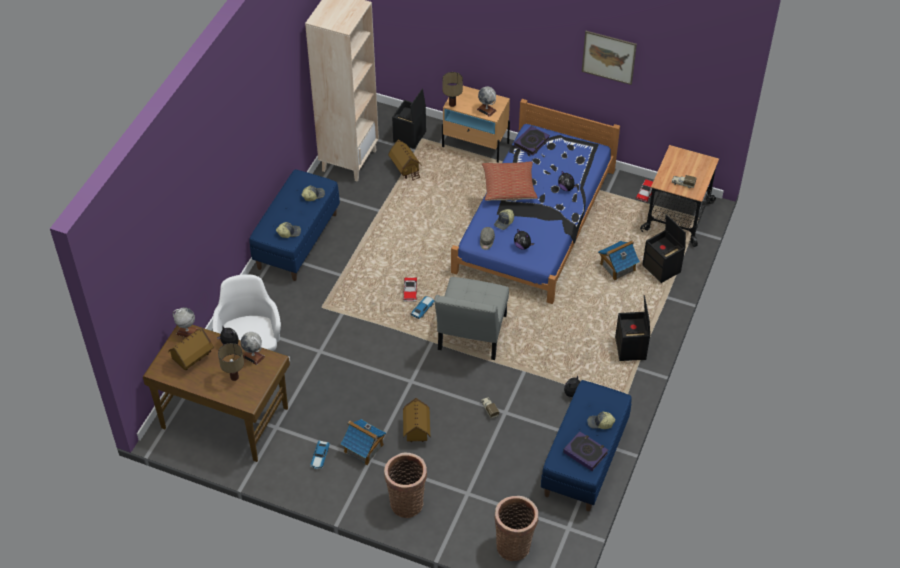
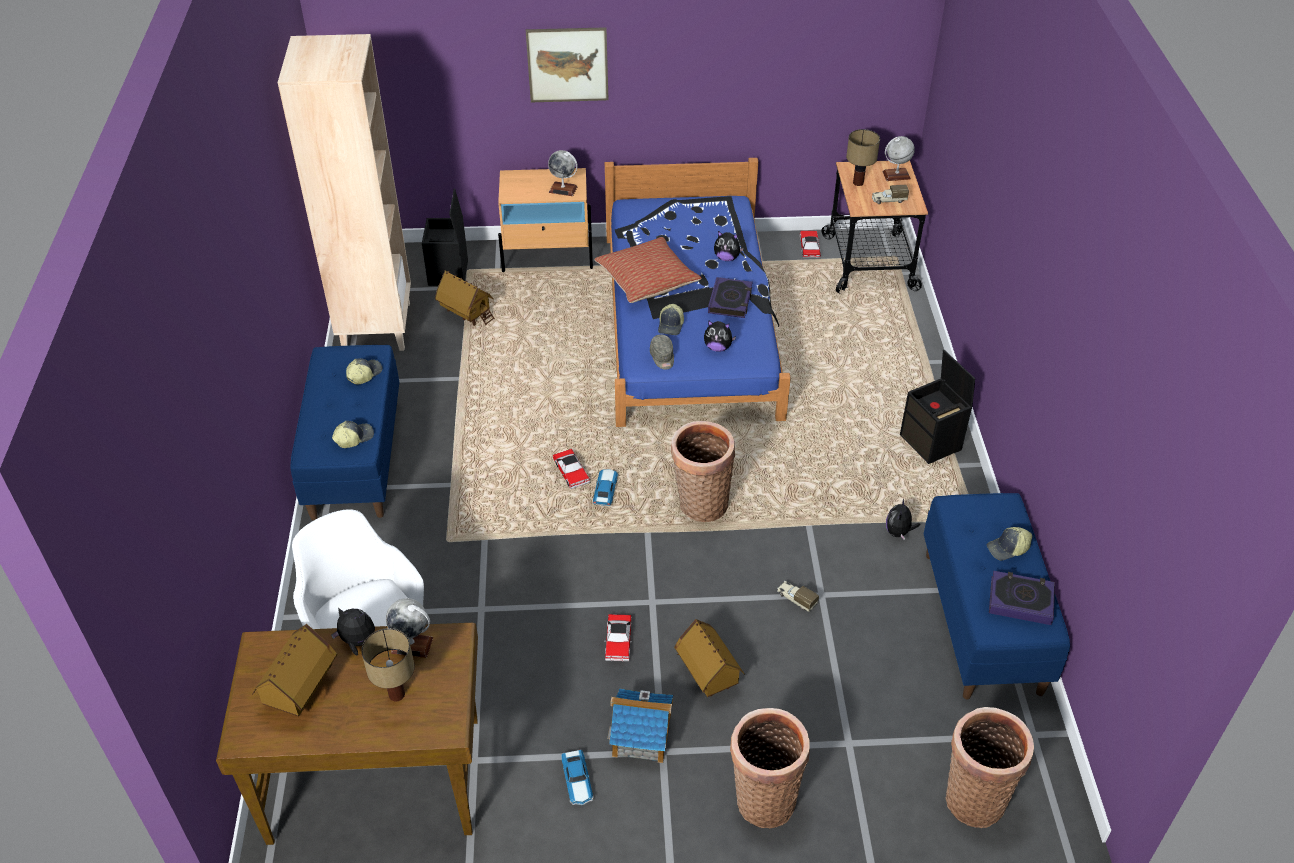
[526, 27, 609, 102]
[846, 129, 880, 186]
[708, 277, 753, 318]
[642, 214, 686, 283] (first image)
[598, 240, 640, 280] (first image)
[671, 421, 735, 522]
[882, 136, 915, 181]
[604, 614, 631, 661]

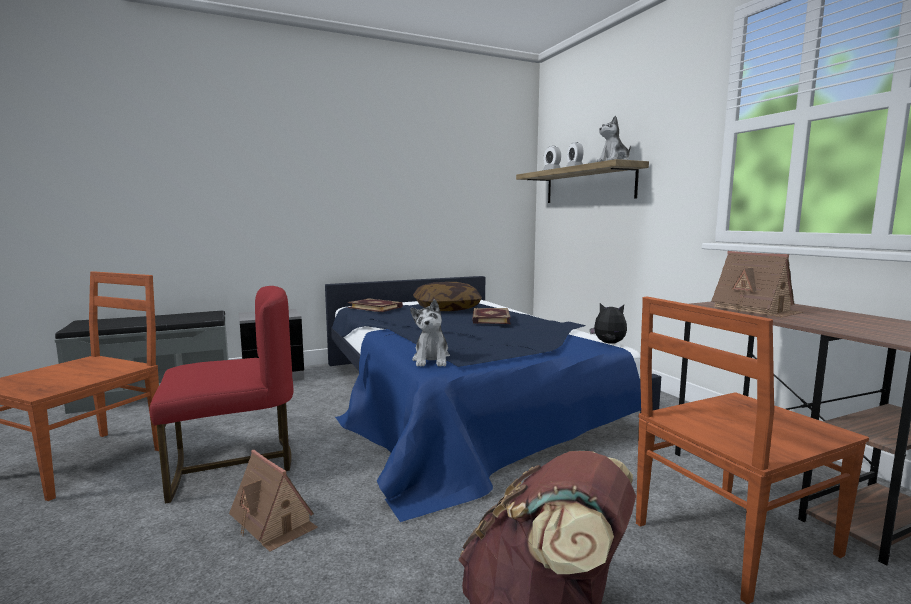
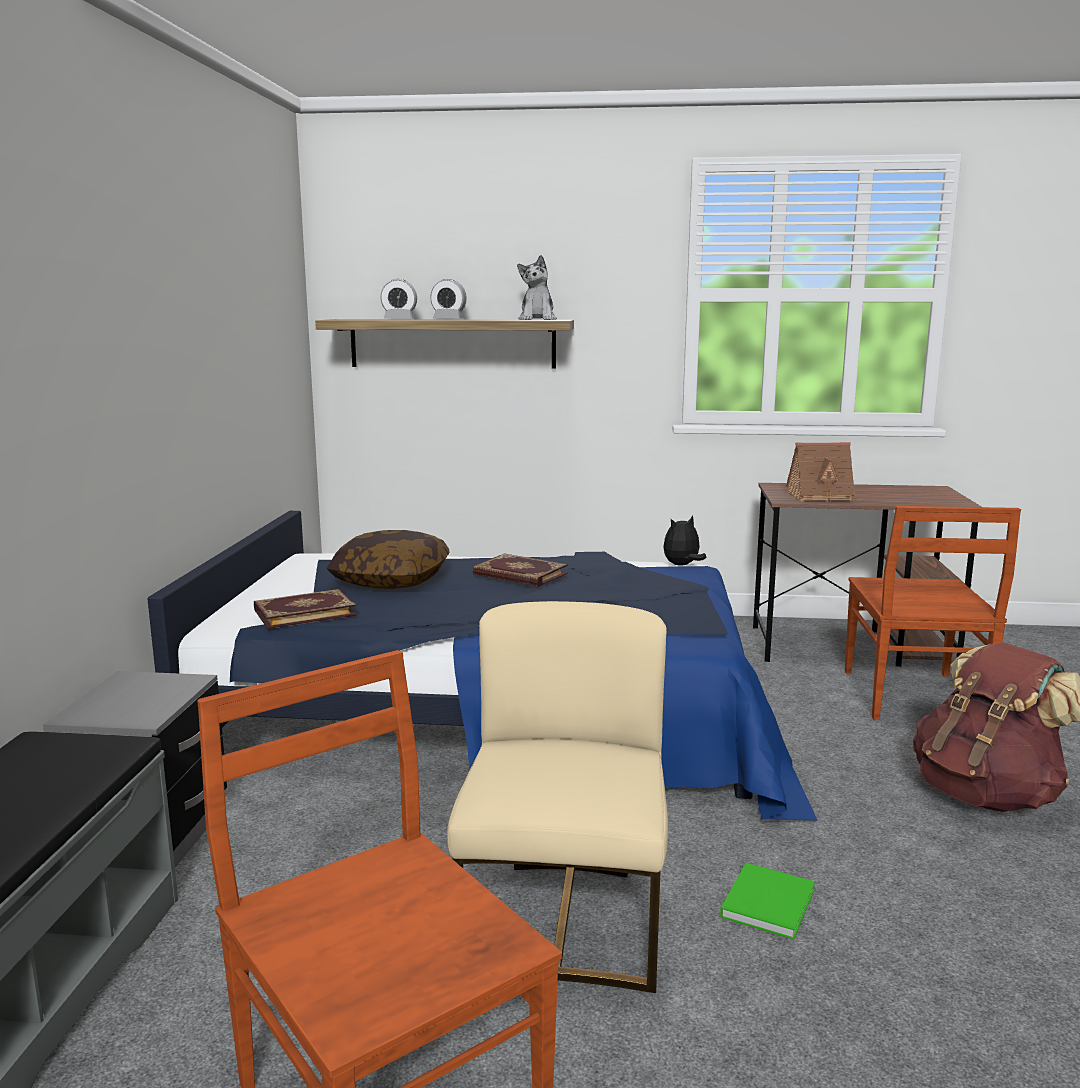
[447, 601, 668, 993]
[410, 299, 450, 367] (first image)
[720, 863, 815, 940]

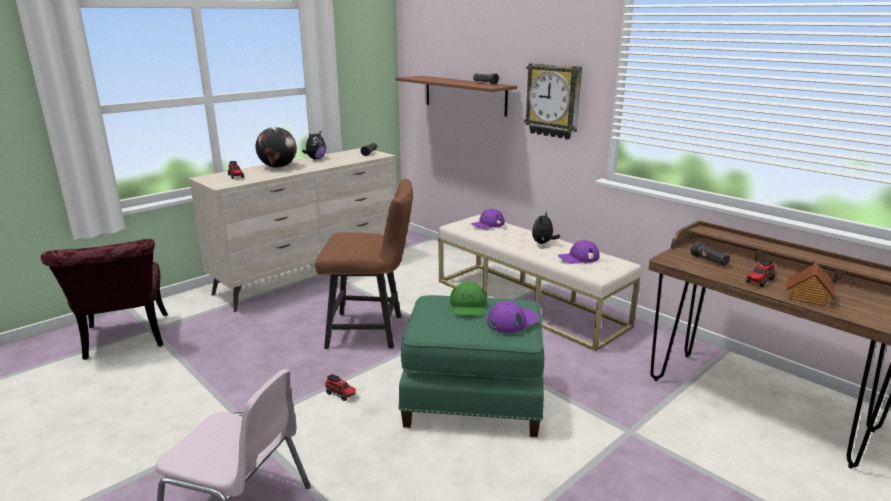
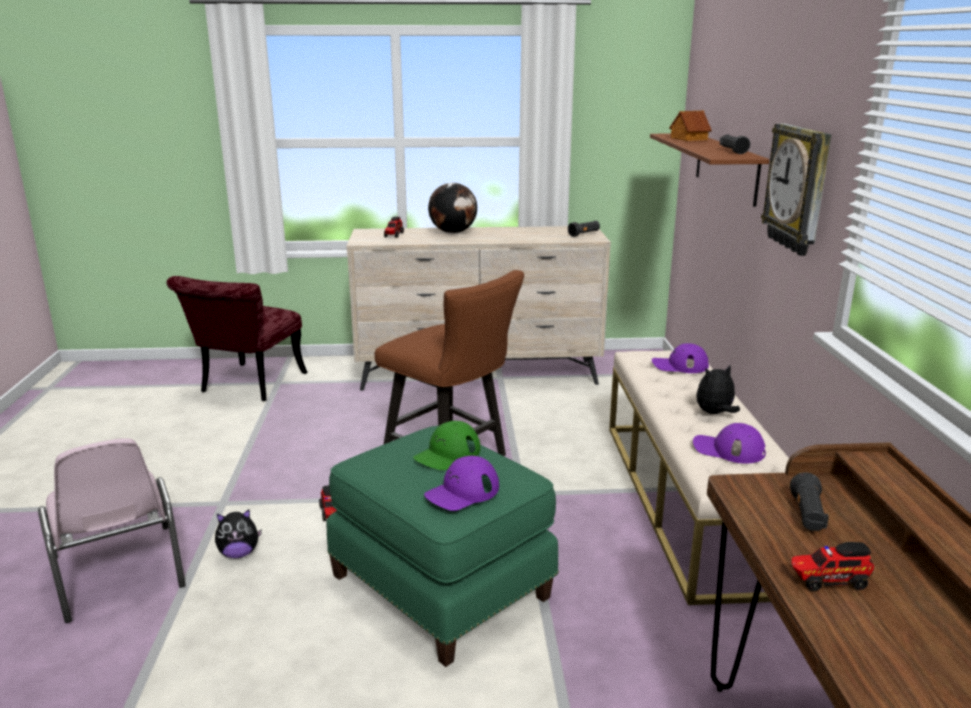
[215, 509, 262, 558]
[669, 111, 712, 141]
[424, 455, 499, 511]

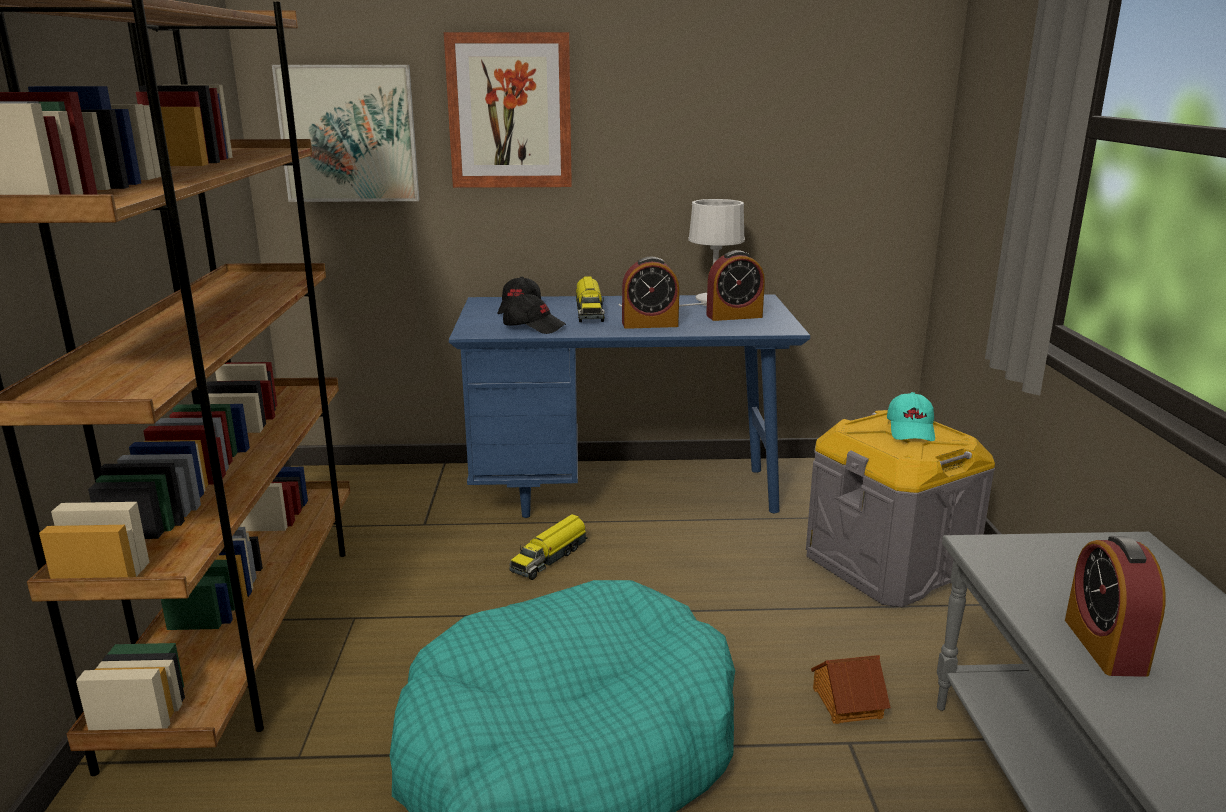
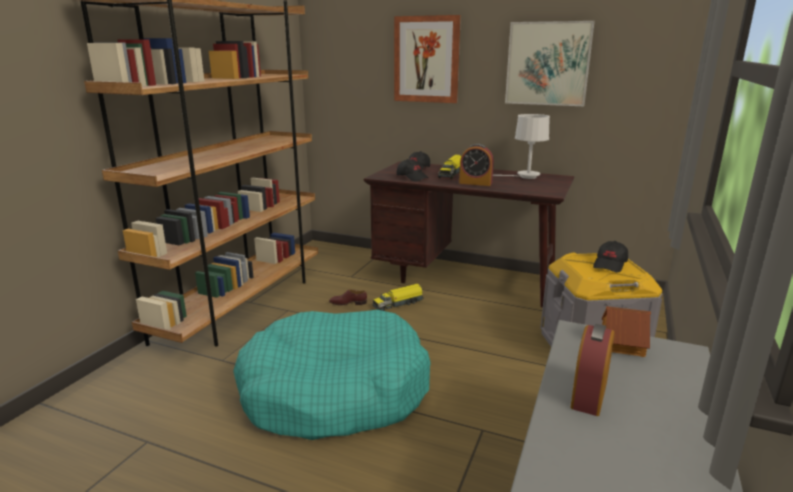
[505, 21, 595, 106]
[706, 250, 765, 321] (first image)
[364, 161, 574, 308]
[593, 241, 628, 273]
[602, 306, 651, 357]
[329, 289, 367, 306]

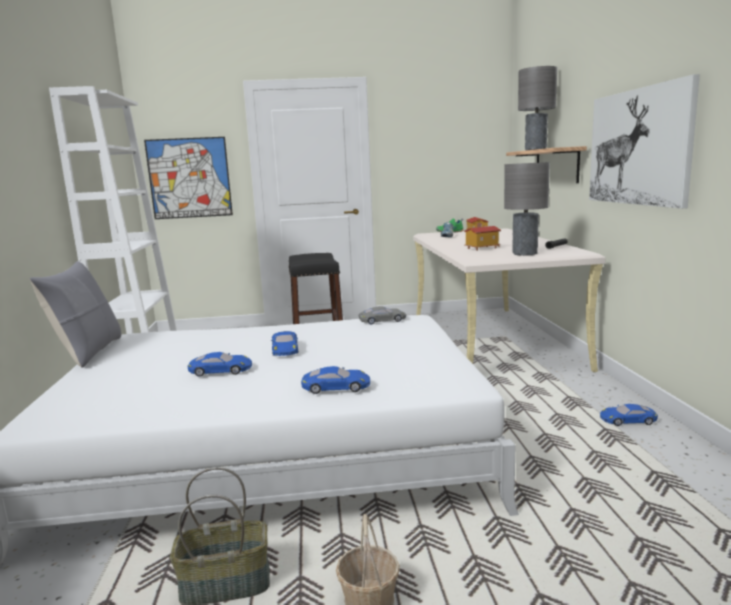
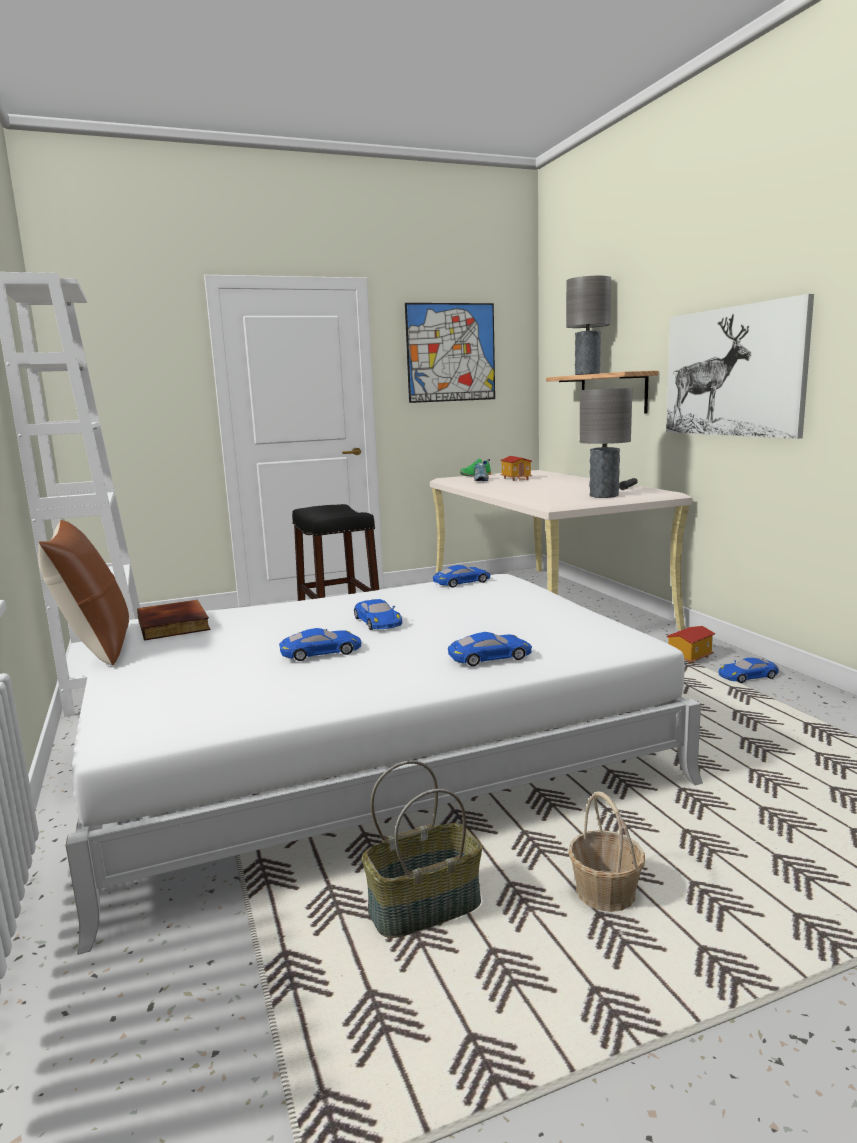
[405, 303, 495, 403]
[667, 626, 715, 664]
[38, 520, 129, 666]
[433, 565, 490, 588]
[137, 600, 210, 640]

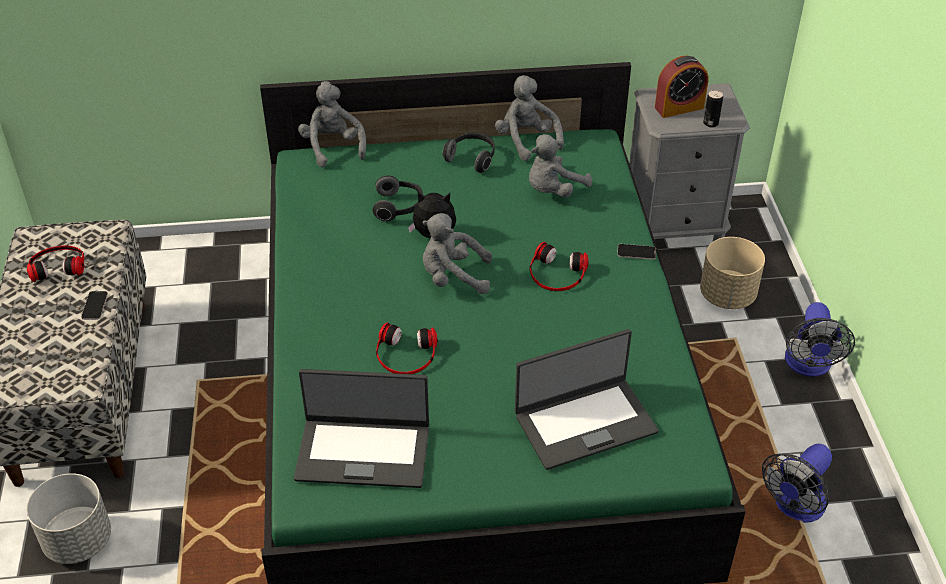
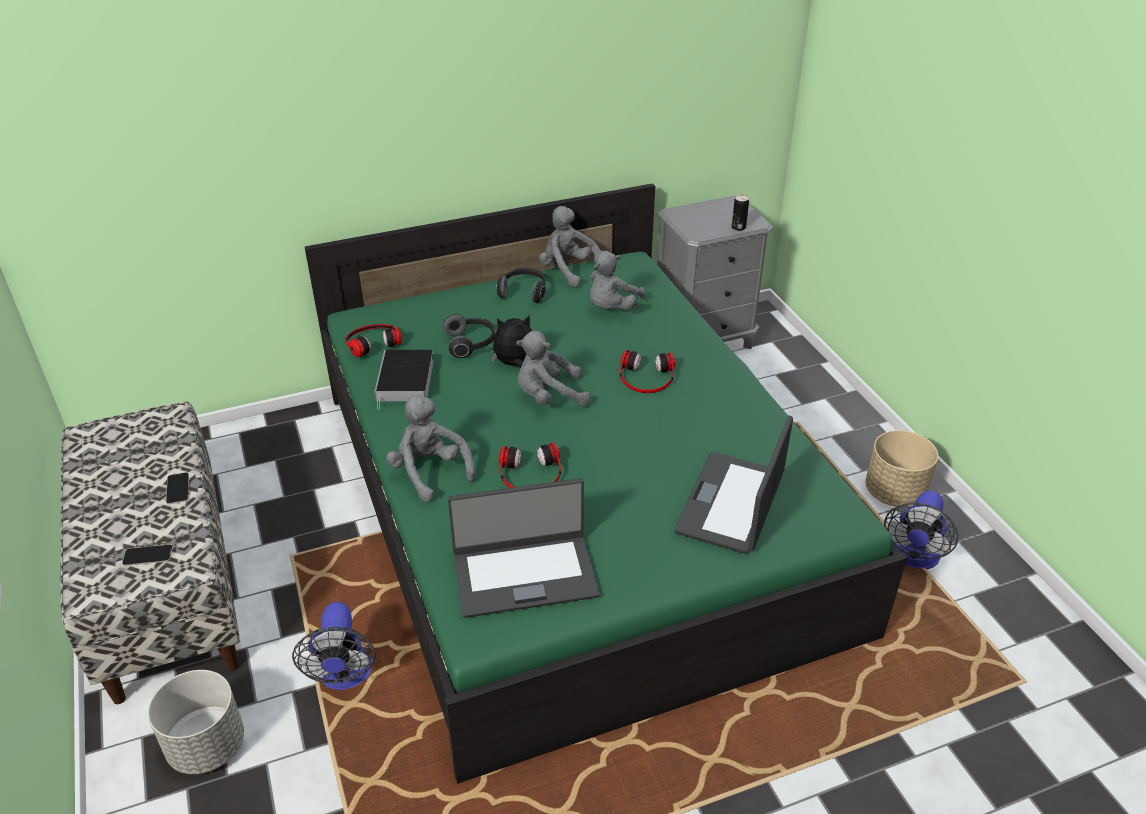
[655, 56, 709, 118] (first image)
[386, 395, 476, 502]
[866, 430, 938, 507]
[122, 544, 173, 566]
[345, 324, 402, 357]
[292, 602, 376, 690]
[674, 415, 793, 554]
[374, 350, 434, 410]

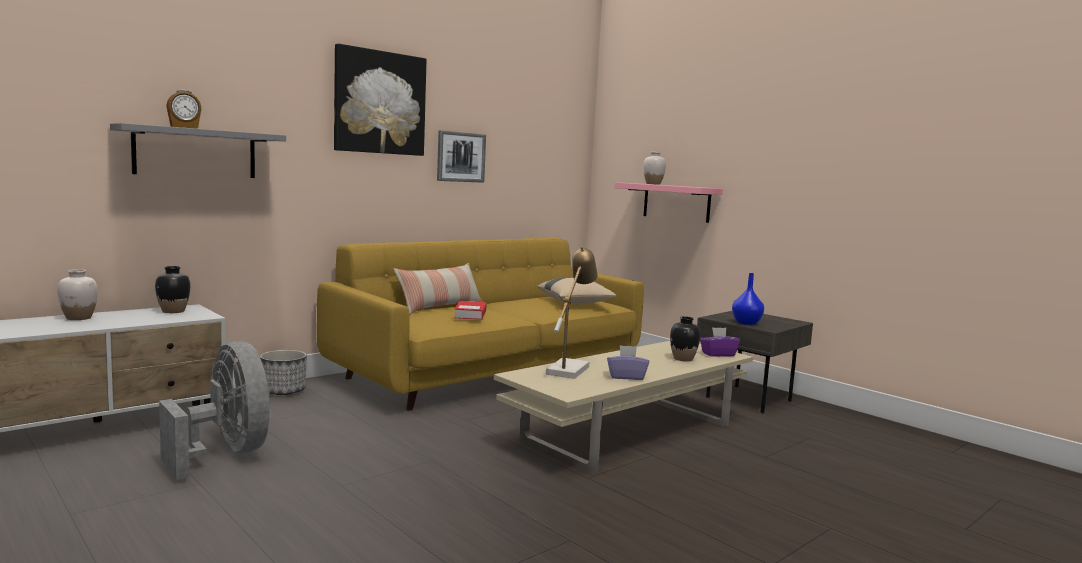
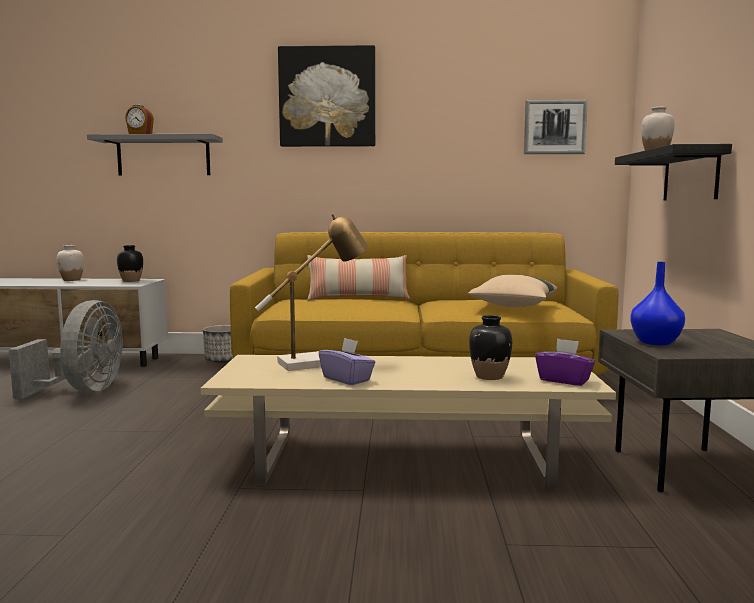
[524, 100, 588, 154]
[615, 144, 732, 201]
[454, 301, 487, 320] (first image)

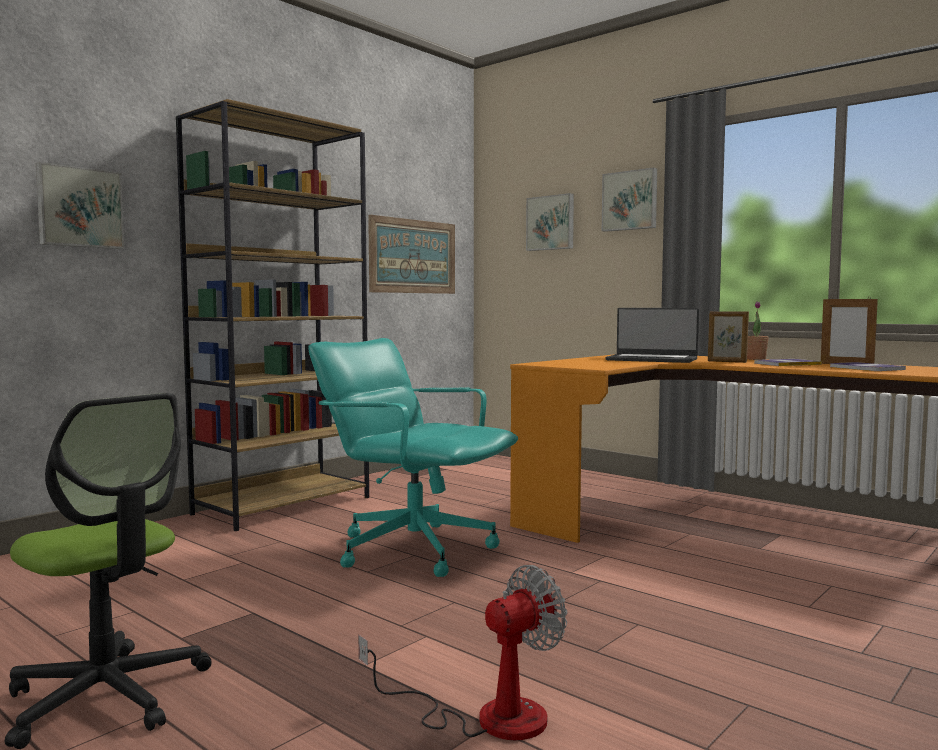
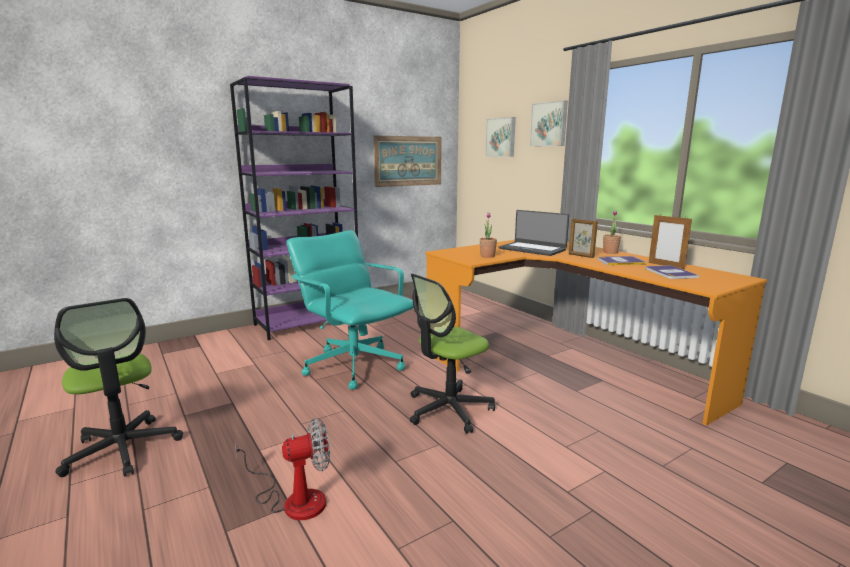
[230, 76, 358, 340]
[36, 162, 124, 249] (first image)
[480, 212, 497, 258]
[410, 274, 495, 434]

